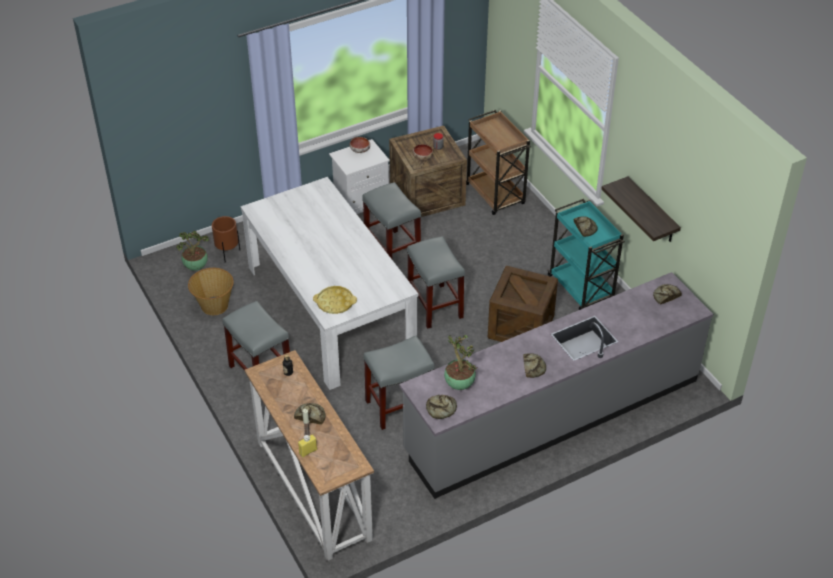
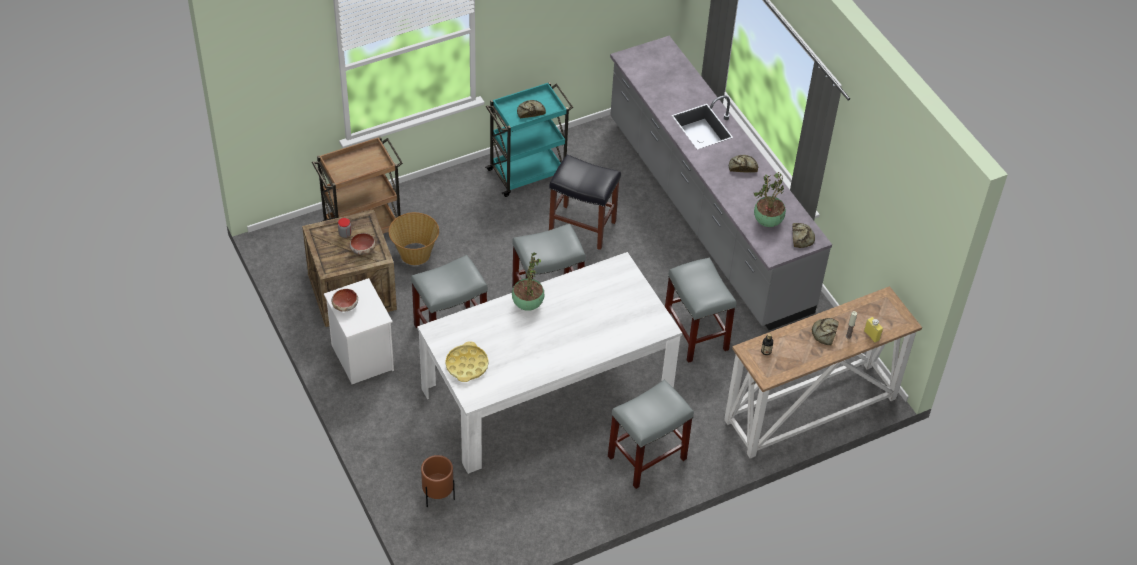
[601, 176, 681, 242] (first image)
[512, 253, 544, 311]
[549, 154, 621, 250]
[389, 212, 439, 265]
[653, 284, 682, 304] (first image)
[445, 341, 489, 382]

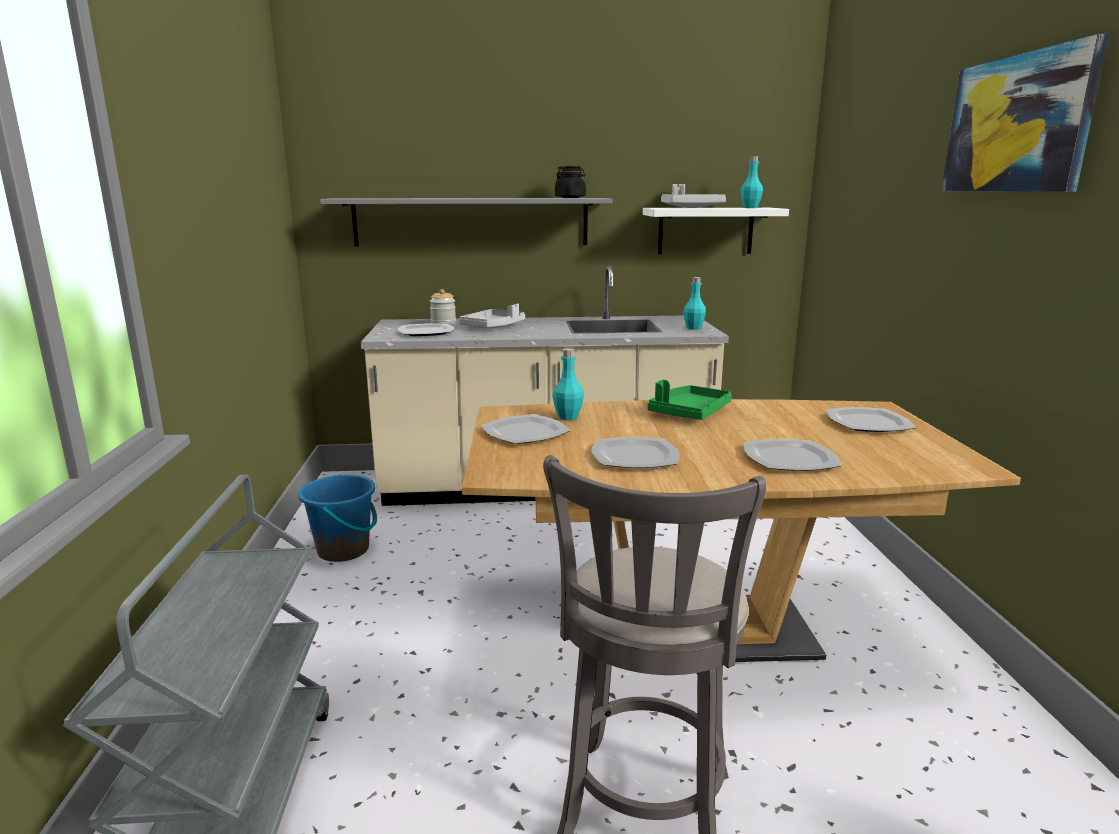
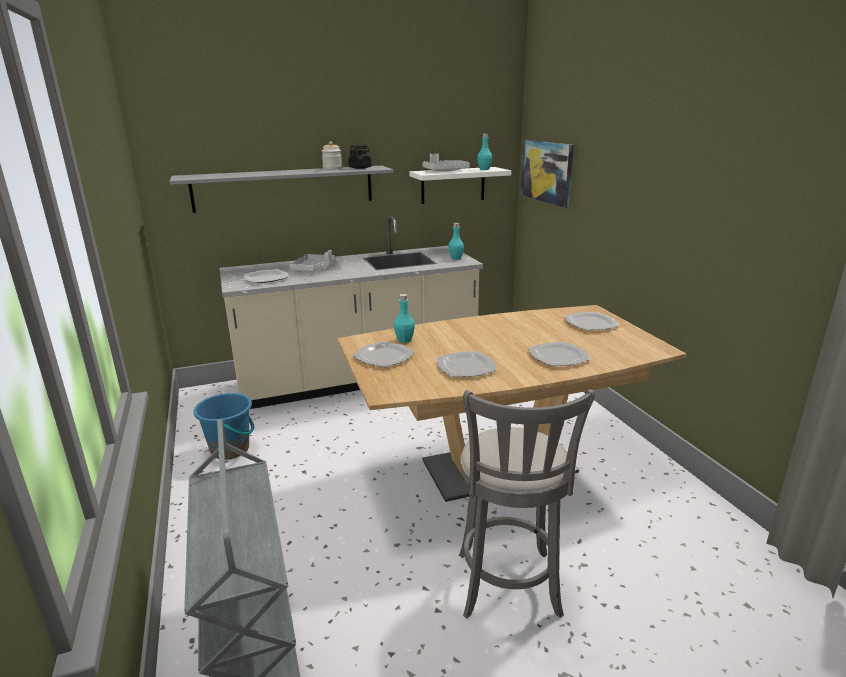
[521, 140, 574, 208]
[322, 141, 342, 170]
[648, 380, 732, 420] (first image)

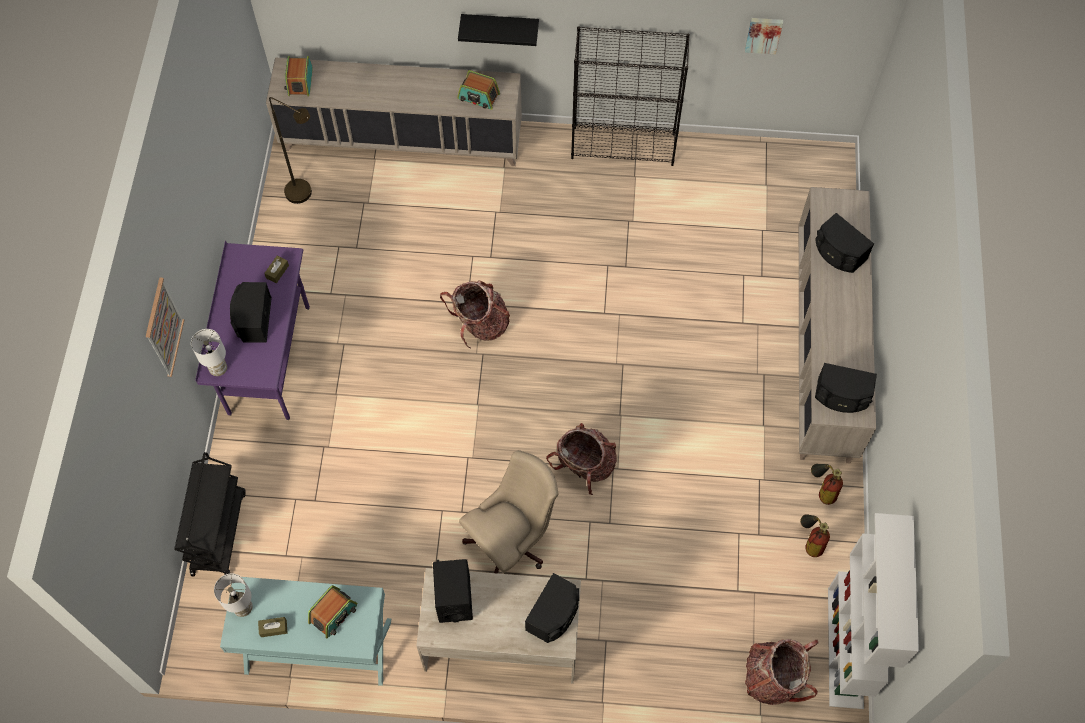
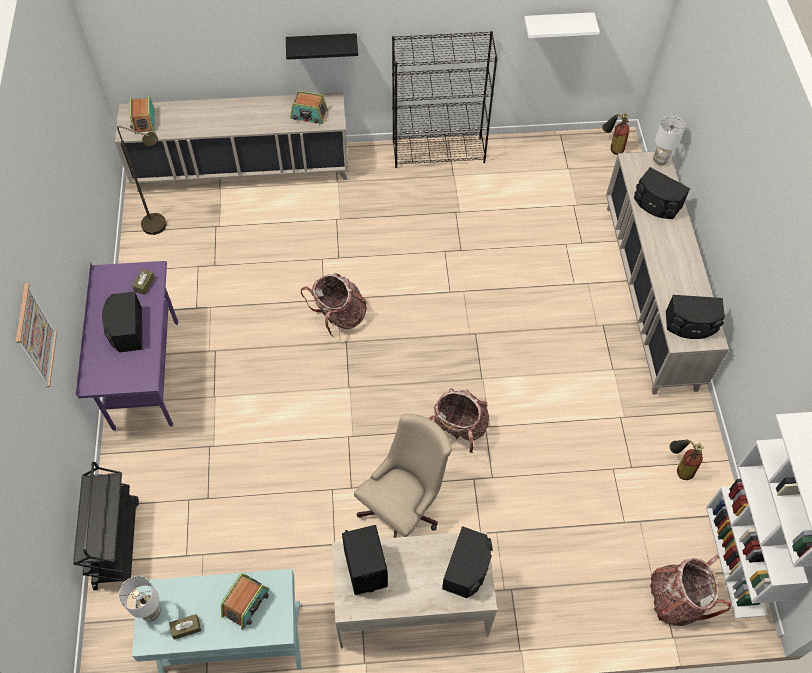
[524, 12, 600, 38]
[653, 116, 685, 165]
[602, 113, 630, 155]

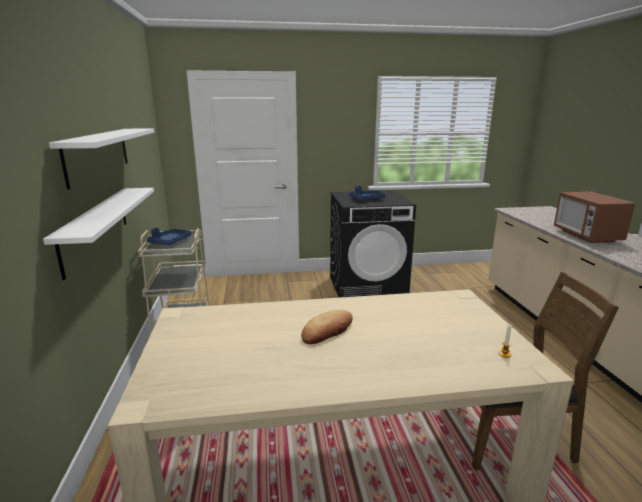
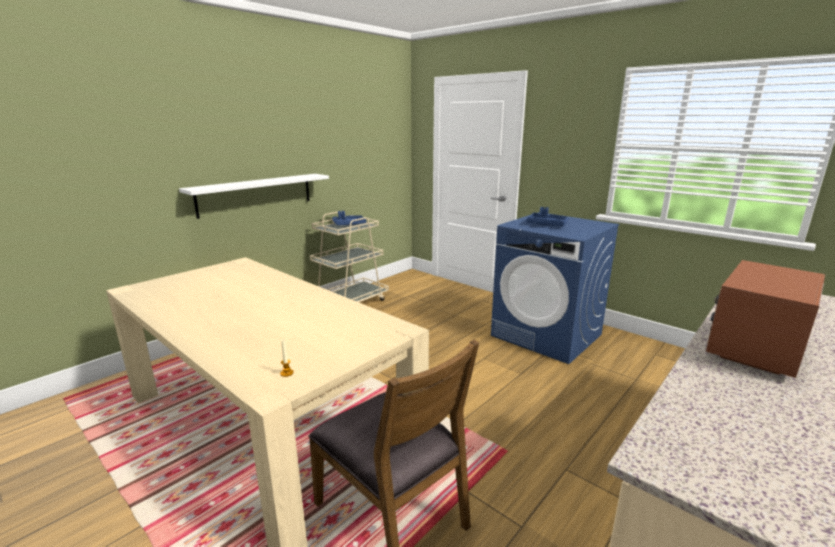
[49, 128, 154, 190] (first image)
[491, 212, 619, 364]
[301, 310, 353, 344] (first image)

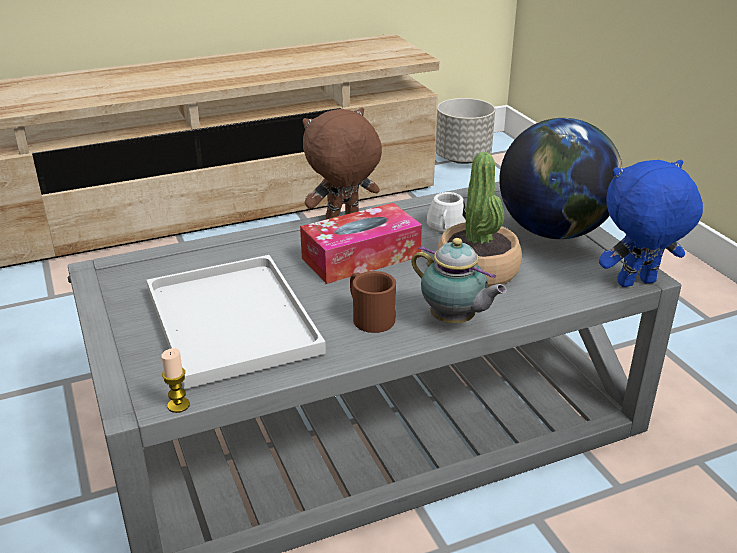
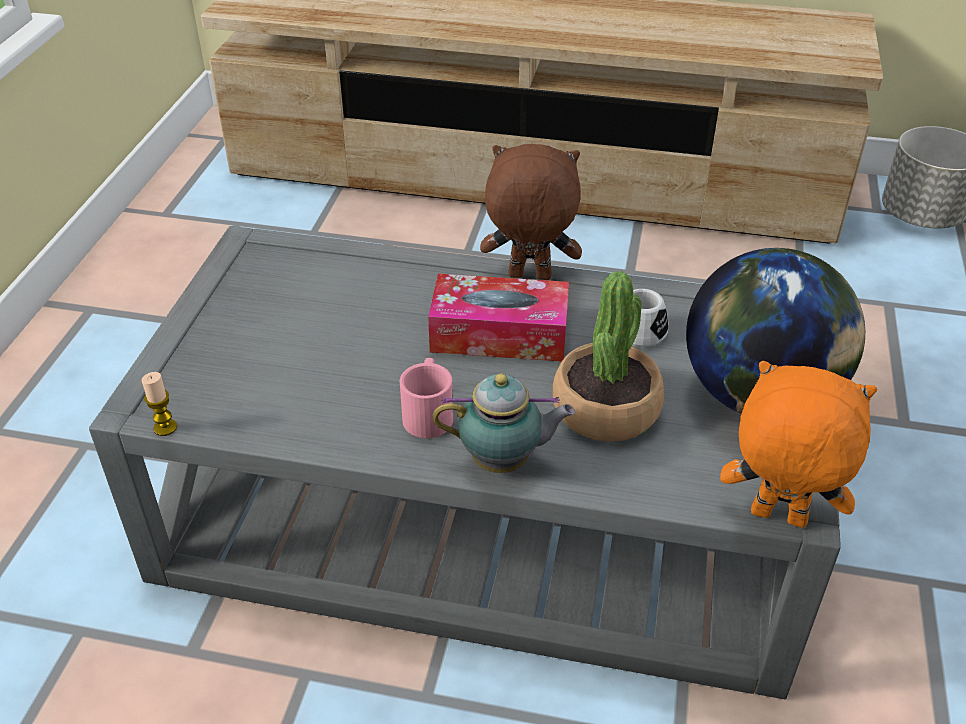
[720, 361, 877, 528]
[433, 373, 575, 473]
[147, 255, 326, 389] (first image)
[399, 358, 453, 438]

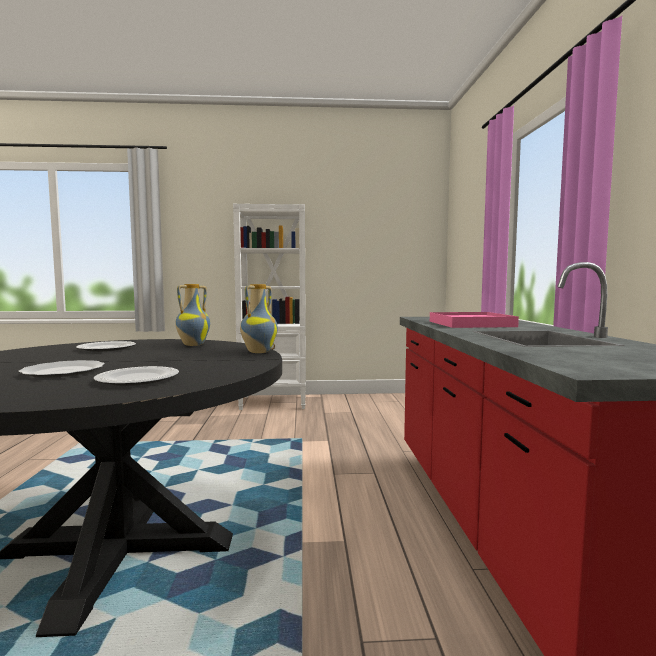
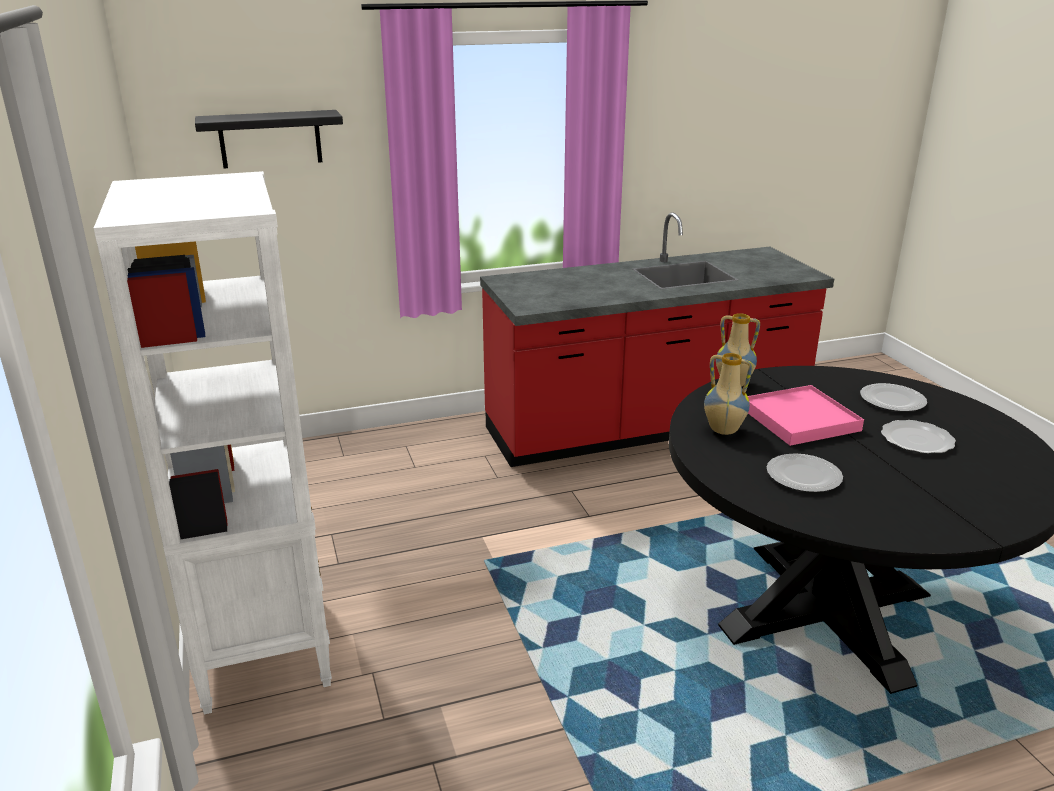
[748, 385, 864, 446]
[195, 110, 343, 168]

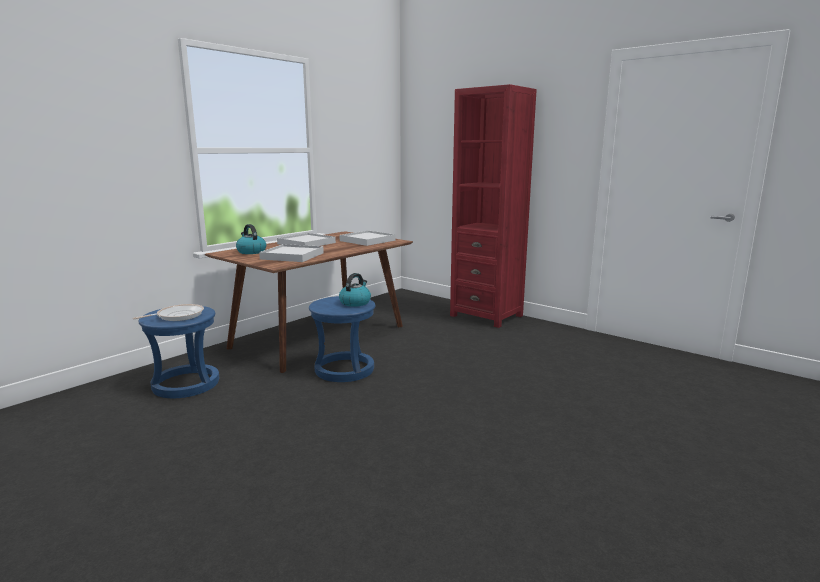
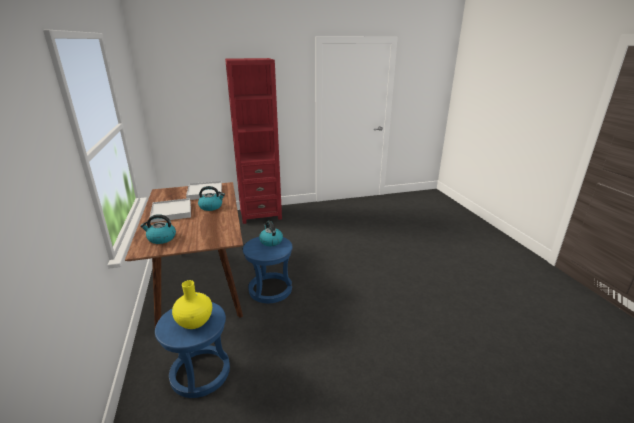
[259, 244, 324, 262] (first image)
[172, 280, 212, 329]
[198, 186, 225, 211]

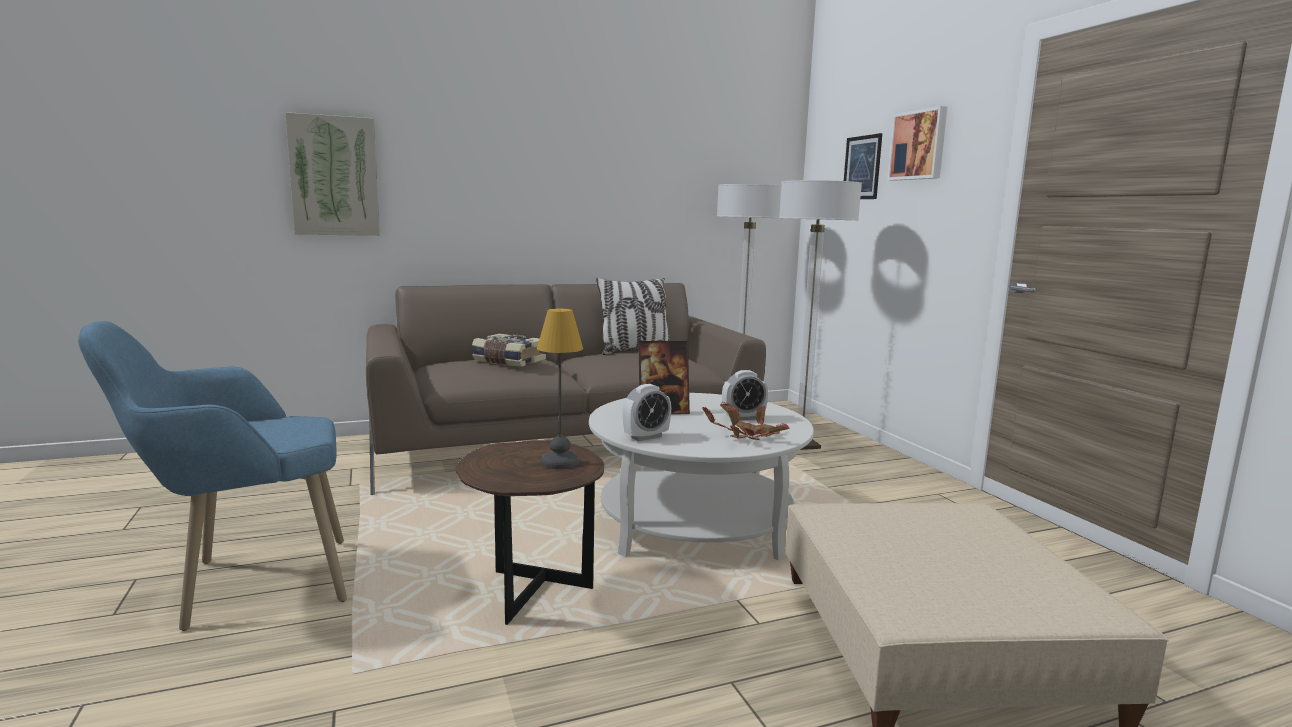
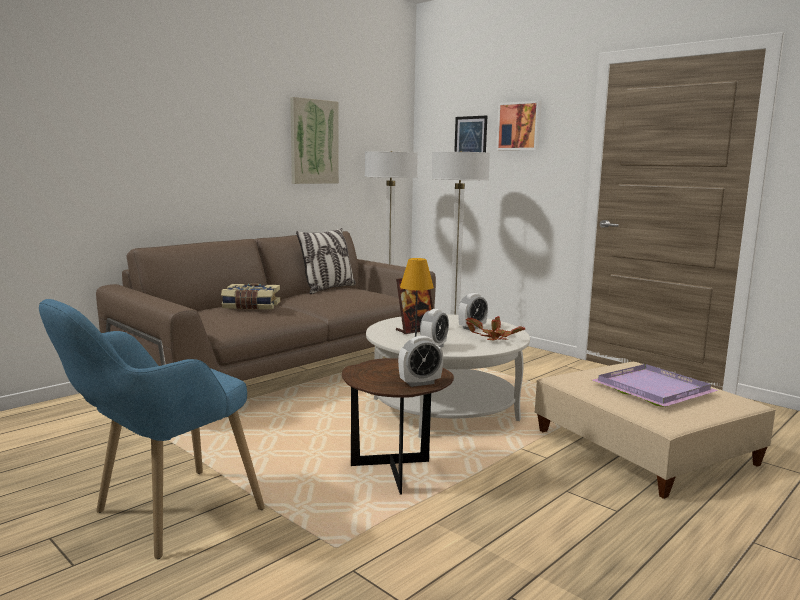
[290, 97, 339, 184]
[398, 336, 443, 387]
[592, 364, 718, 407]

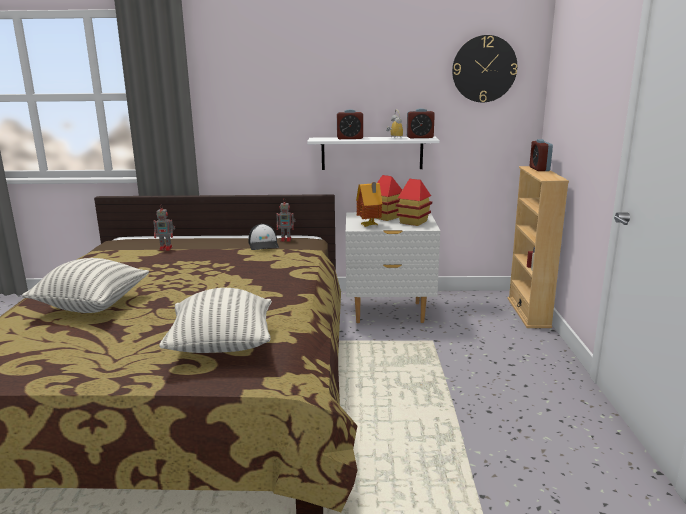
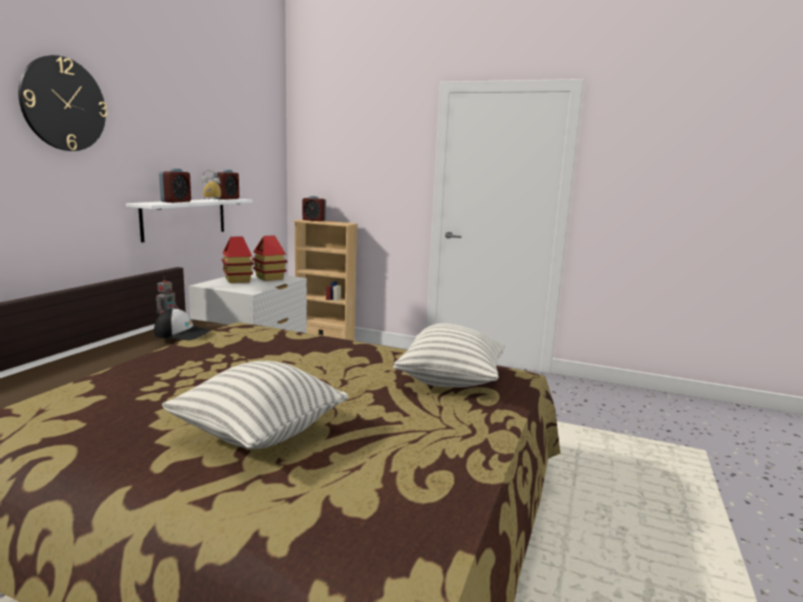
[18, 55, 107, 151]
[356, 182, 383, 227] (first image)
[153, 206, 175, 251] (first image)

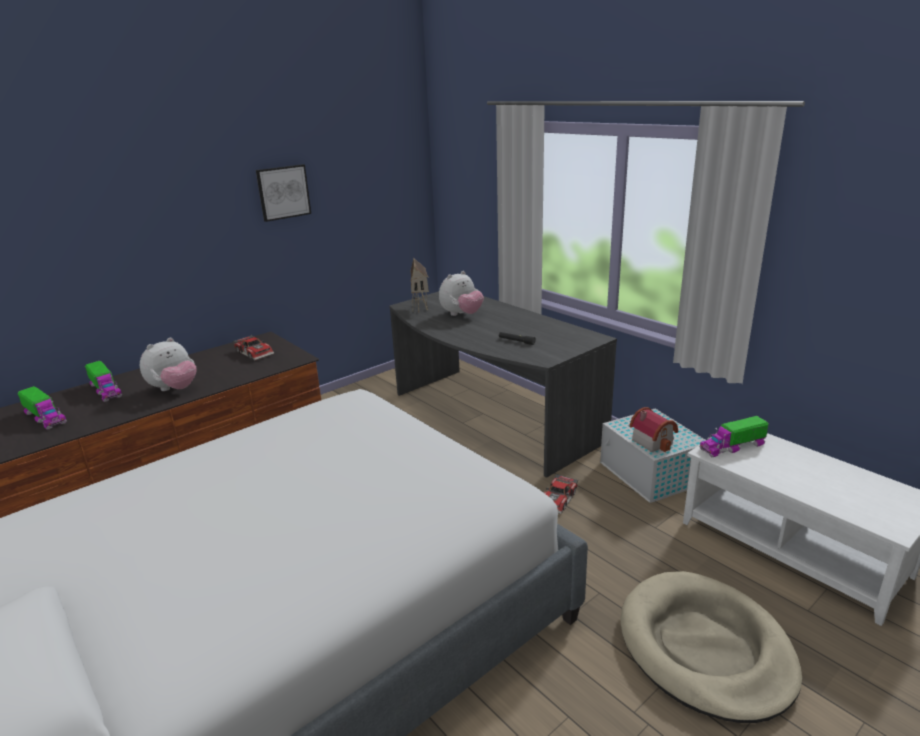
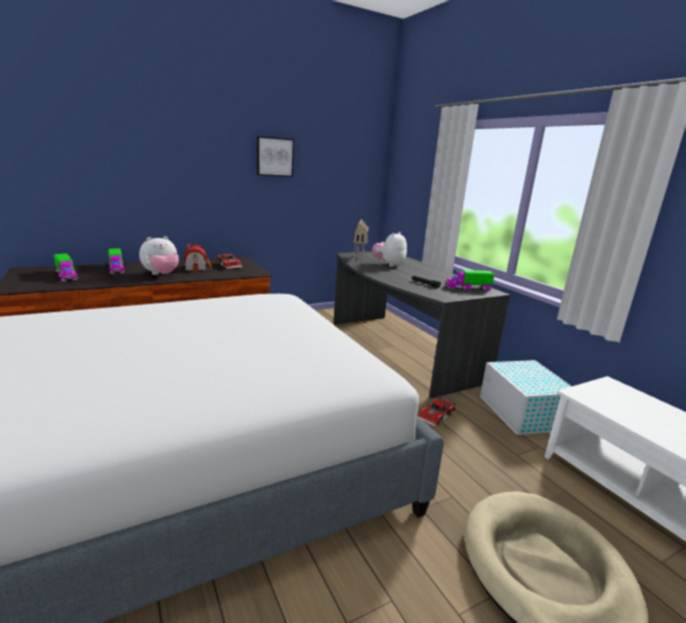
[372, 232, 407, 267]
[183, 244, 212, 272]
[445, 270, 495, 290]

